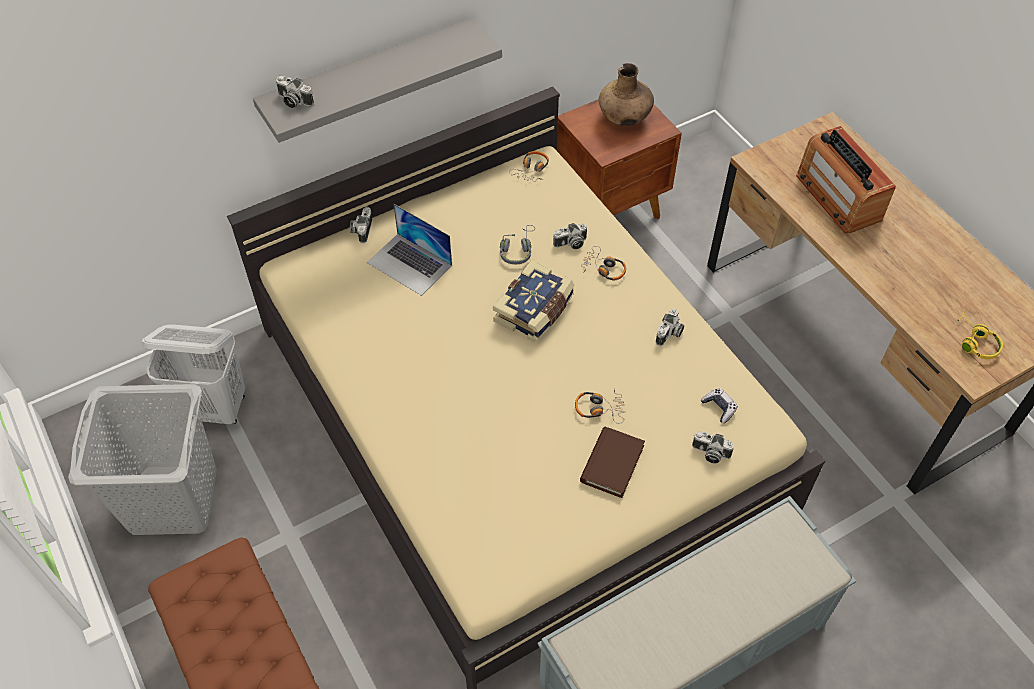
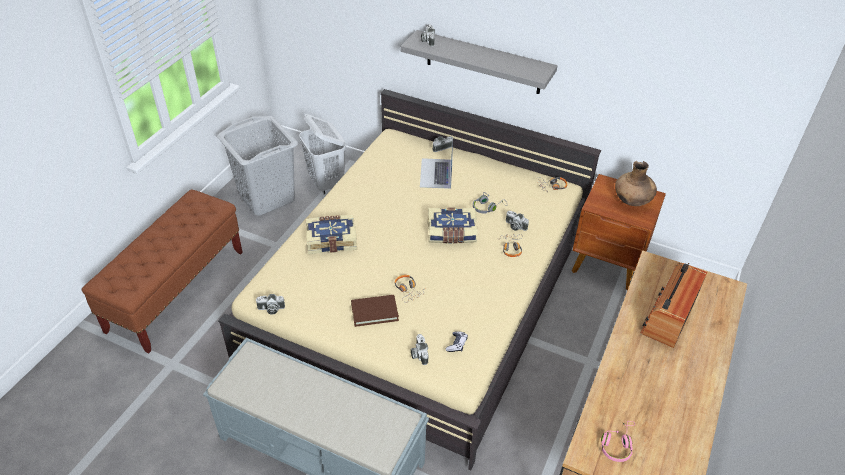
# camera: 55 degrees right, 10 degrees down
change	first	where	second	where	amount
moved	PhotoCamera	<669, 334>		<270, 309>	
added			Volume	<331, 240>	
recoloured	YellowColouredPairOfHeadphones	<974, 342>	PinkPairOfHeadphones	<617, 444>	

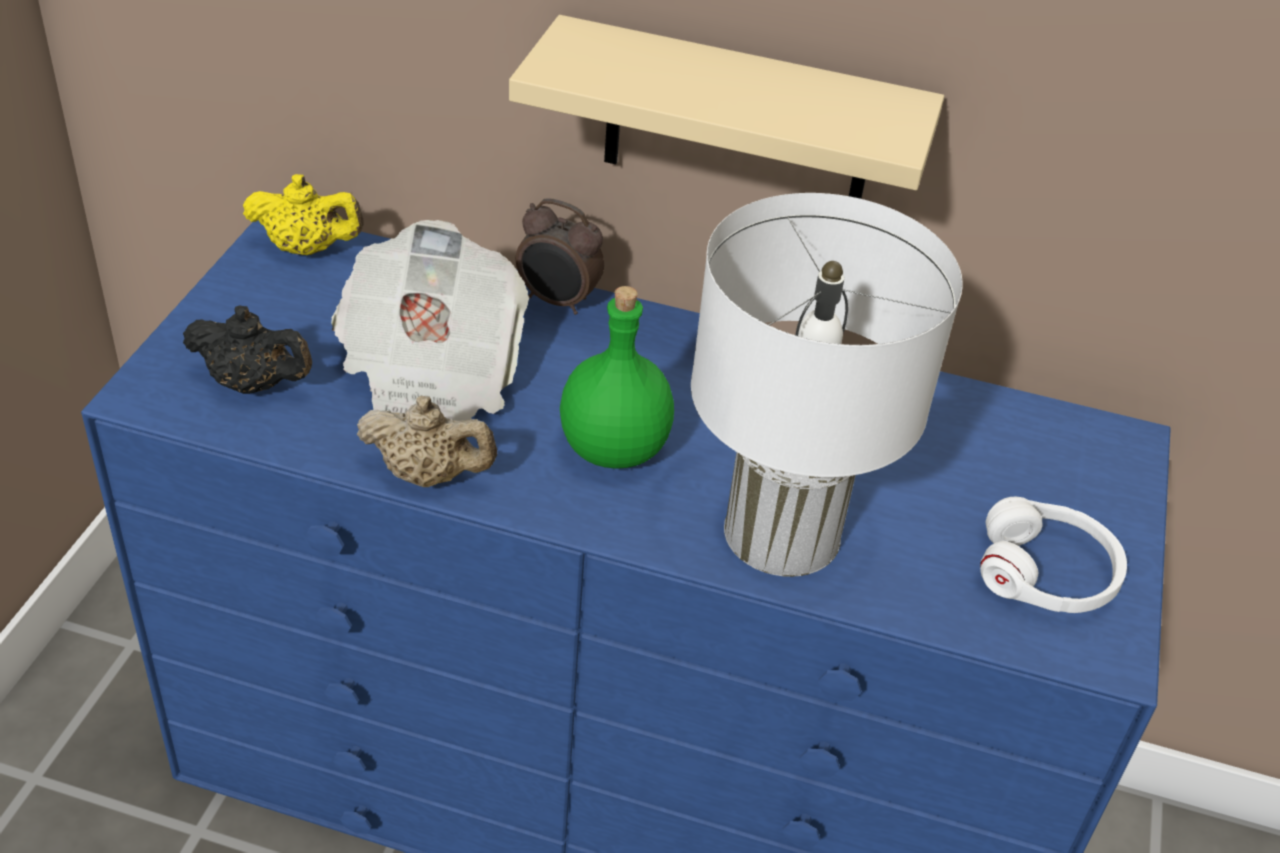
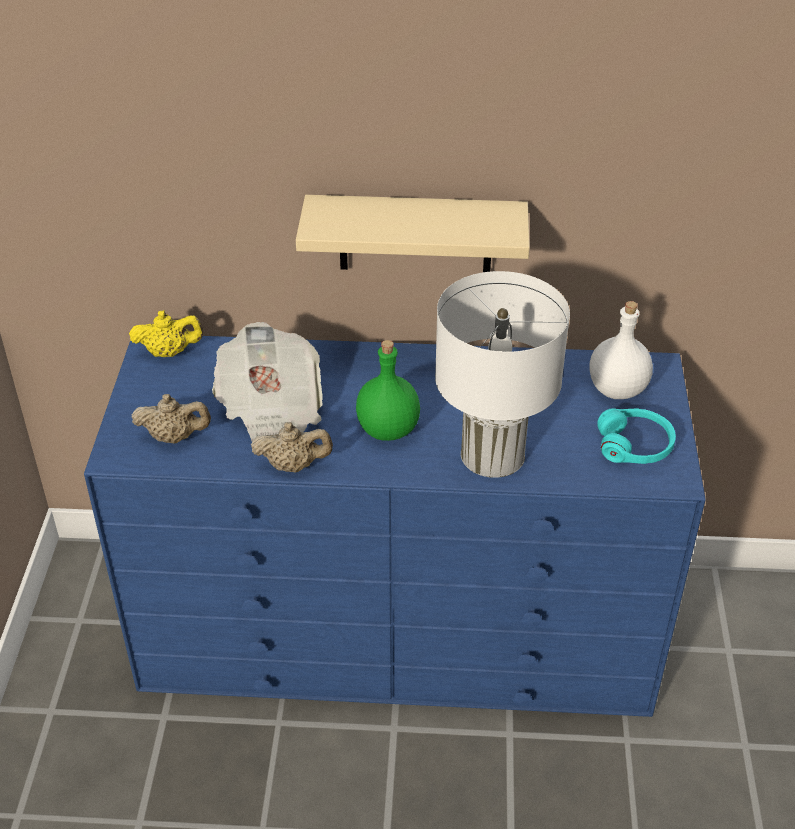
# camera: 10 degrees left, 0 degrees up
change	first	where	second	where	amount
recoloured	BlackPotForTea	<253, 384>	BeigePotForTea	<174, 437>	
added			WhitishDrinkBottle	<618, 389>	
recoloured	WhitishPairOfHeadphones	<1046, 573>	BlueGreenPairOfHeadphones	<634, 445>	
removed	BedsideClock	<557, 302>			

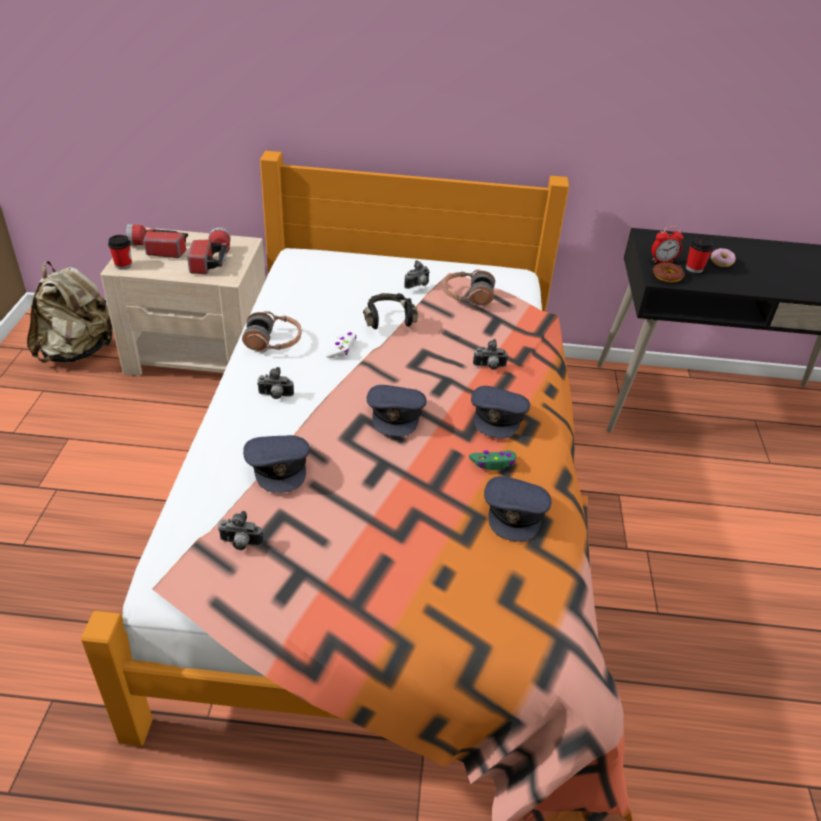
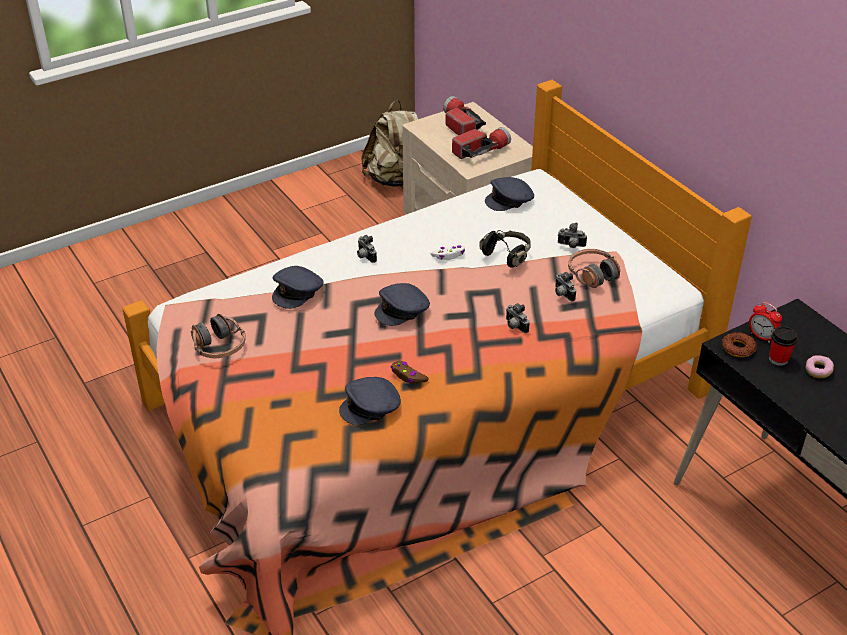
# camera: 55 degrees right, 0 degrees up
change	first	where	second	where	amount
moved	PairOfHeadphones	<273, 342>		<219, 347>	
recoloured	GreenColouredGameController	<493, 463>	BrownishGameController	<408, 376>	
moved	GreyBaseballCap	<498, 415>		<510, 200>	
moved	PhotoCamera	<240, 544>		<562, 294>	
removed	DrinkingCup	<123, 265>			

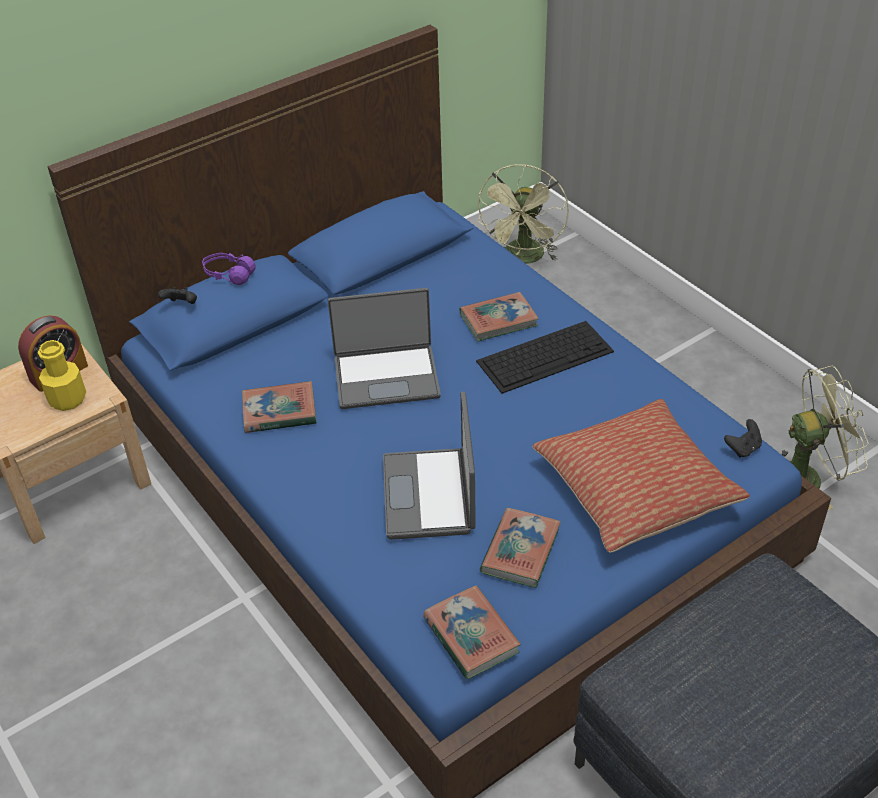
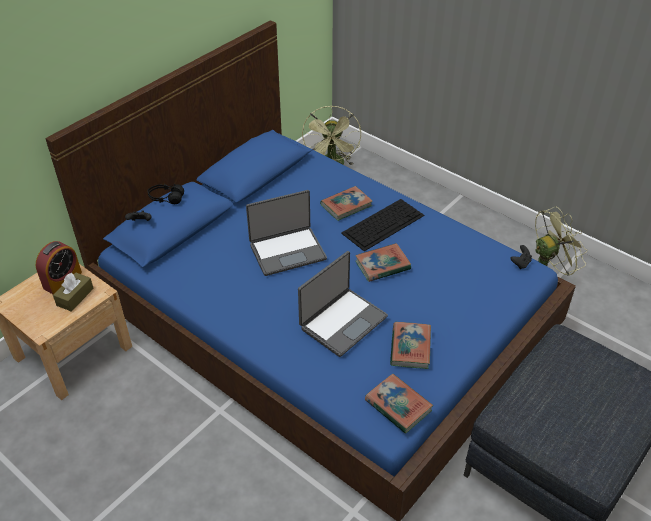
# camera: 15 degrees left, 0 degrees up
change	first	where	second	where	amount
replaced	YellowColouredDrinkBottle	<67, 399>	BrownishTissueHolder	<75, 297>	
recoloured	PurplePairOfHeadphones	<228, 275>	BlackPairOfHeadphones	<166, 198>	
turned	PortableComputer	<430, 495>		<342, 322>	120 degrees counterclockwise
moved	Volume	<279, 412>		<382, 265>	
removed	Pillow	<635, 489>			

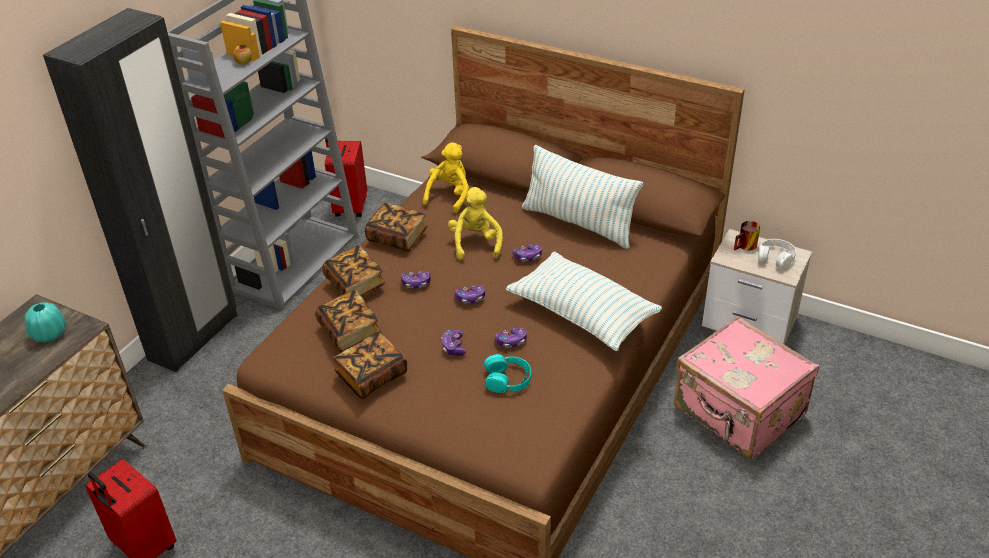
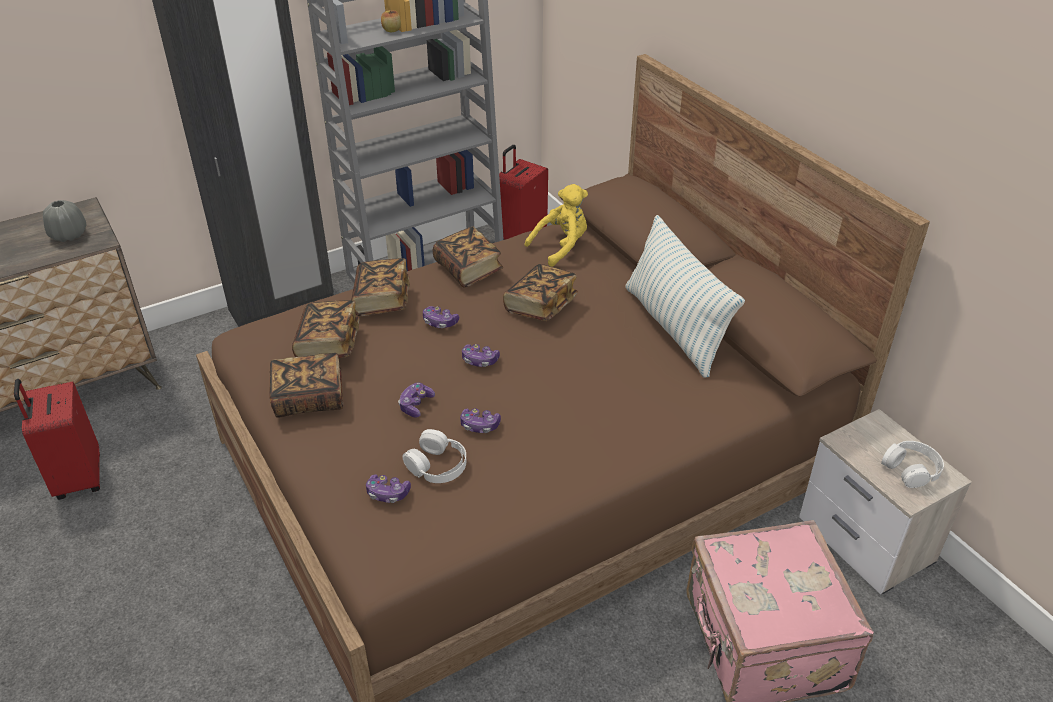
# camera: 30 degrees right, 0 degrees up
change	first	where	second	where	amount
recoloured	BlueGreenFlowerVase	<49, 334>	GreyFlowerVase	<69, 235>	
moved	GameController	<528, 257>		<388, 493>	
recoloured	BlueGreenPairOfHeadphones	<507, 379>	WhitishPairOfHeadphones	<437, 465>	
replaced	YellowColouredCuddlyToy	<476, 243>	Volume	<540, 305>	
removed	Pillow	<582, 314>			
removed	Mug	<746, 247>			

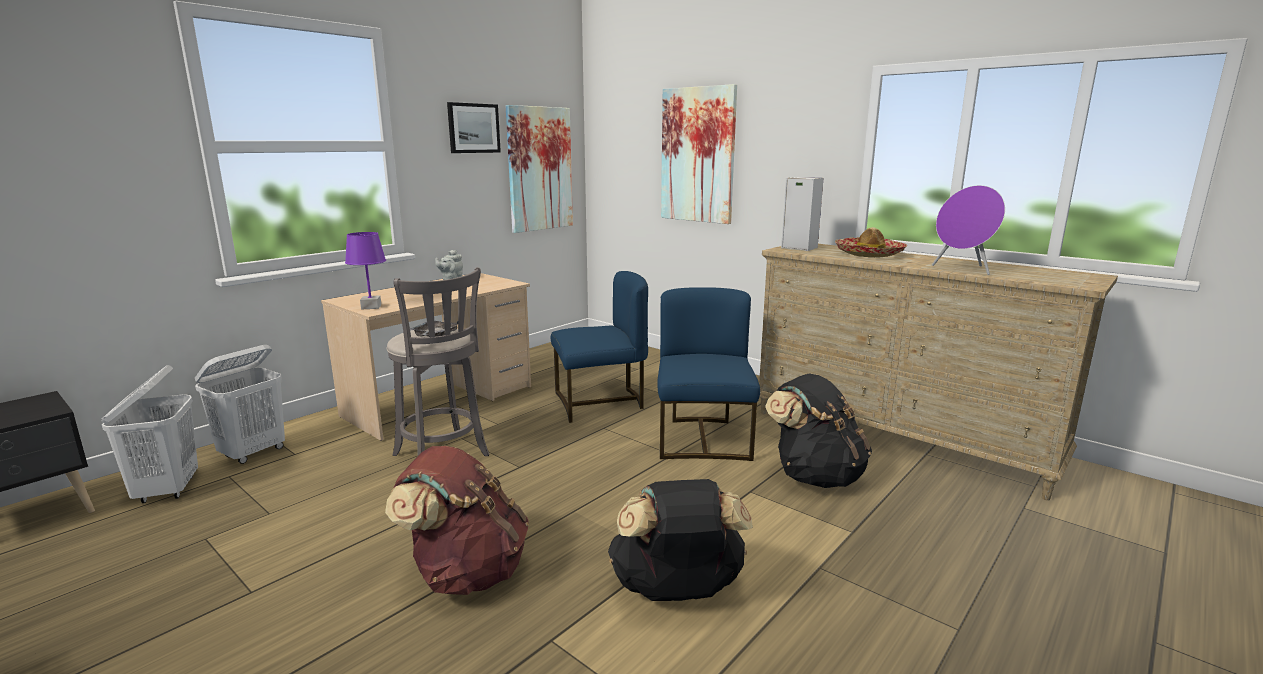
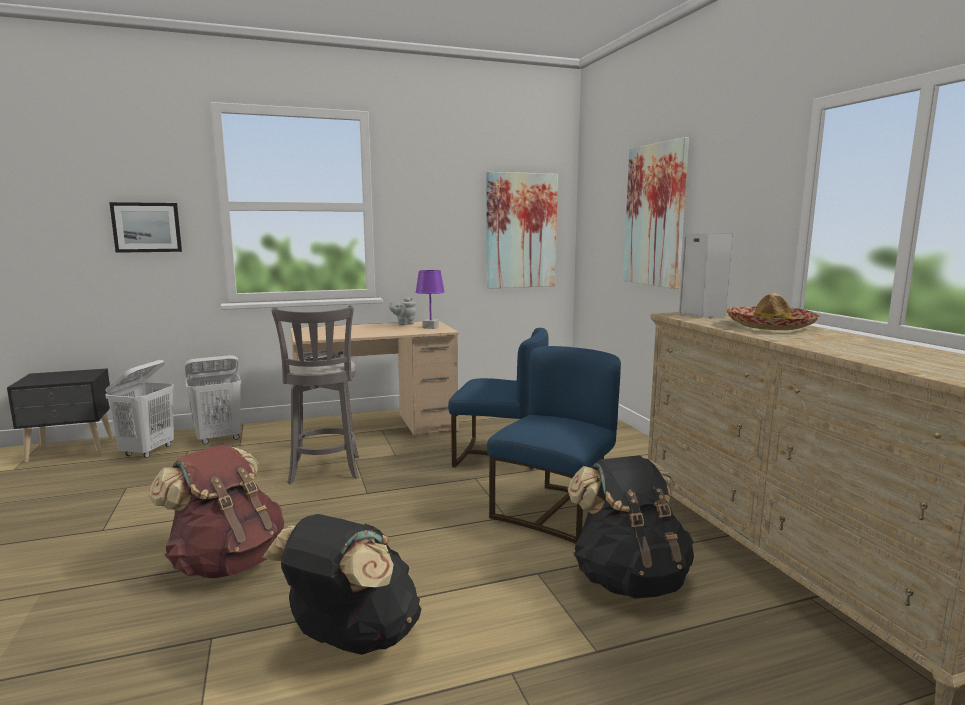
# camera: 30 degrees right, 5 degrees down
change	first	where	second	where	amount
moved	Picture	<473, 128>		<147, 227>	
moved	PurpleTableLamp	<371, 307>		<431, 327>	
removed	PurpleLoudspeaker	<963, 269>			

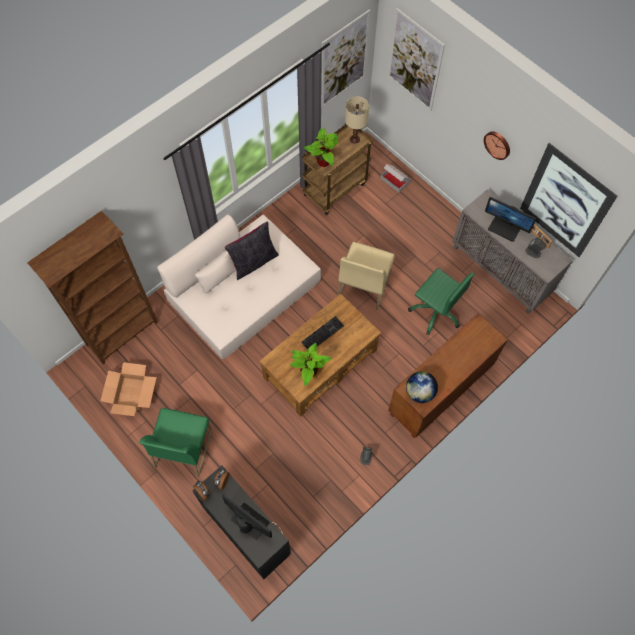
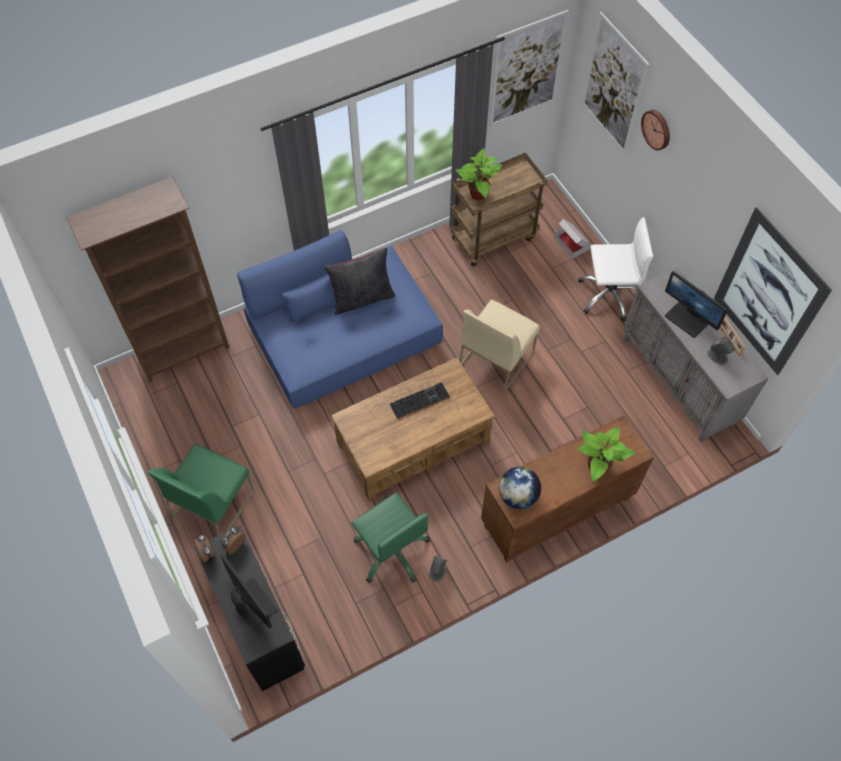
# camera: 15 degrees right, 5 degrees down
change	first	where	second	where	amount
recoloured	BeigeSettee	<244, 292>	BlueSettee	<345, 335>	
moved	GreenColouredDeskChair	<436, 311>		<392, 551>	
moved	PottedPlant	<308, 372>		<597, 467>	
added			WhitishDeskChair	<609, 295>	
moved	WallClock	<497, 144>		<657, 129>	
removed	Carton	<132, 394>			
removed	BeigeTableLamp	<354, 139>			

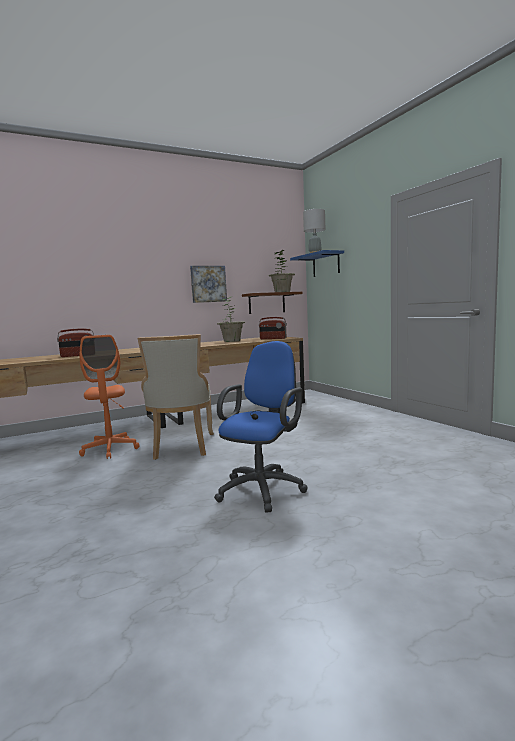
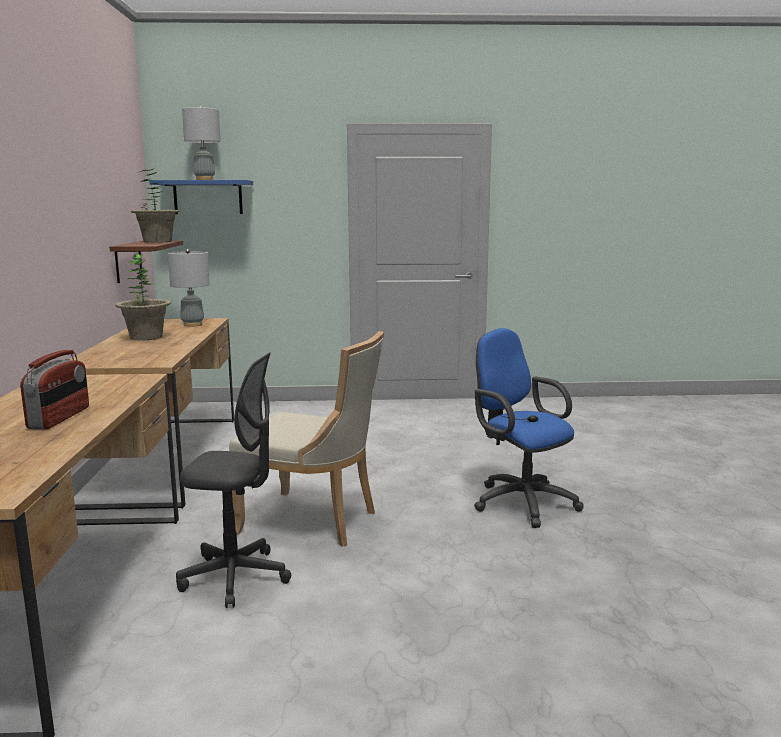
# camera: 65 degrees left, 5 degrees up
change	first	where	second	where	amount
replaced	Radio	<273, 338>	GreyTableLamp	<192, 325>	
recoloured	OrangeColouredDeskChair	<110, 450>	GreyDeskChair	<235, 577>	
removed	Picture	<208, 284>			

